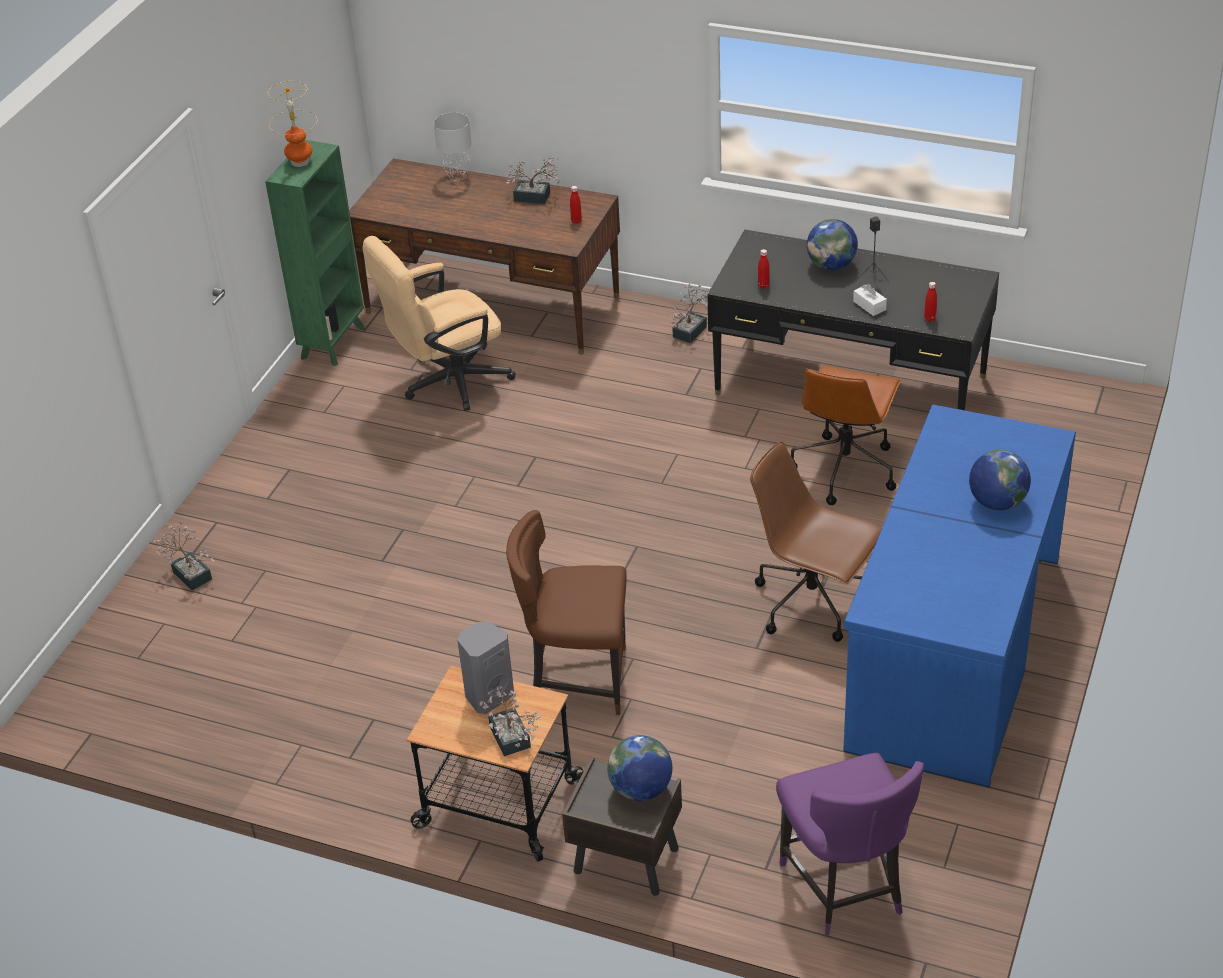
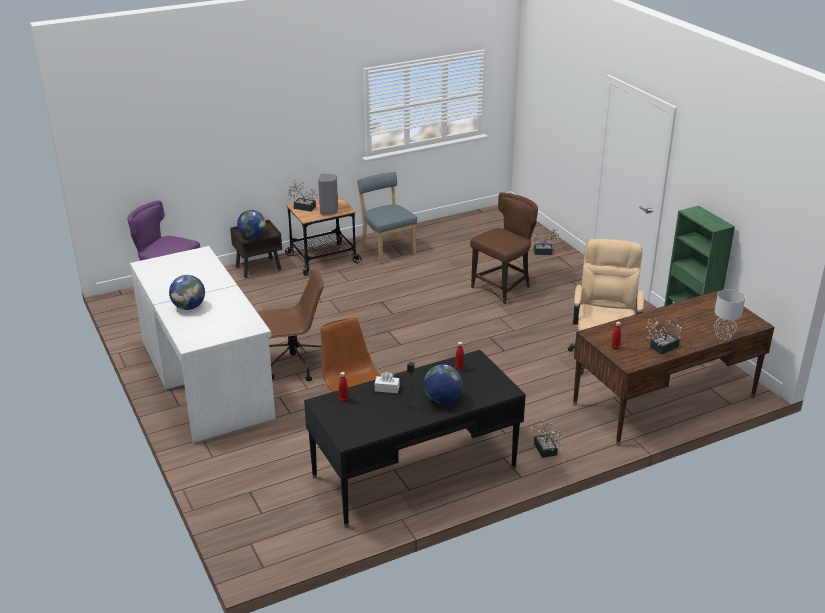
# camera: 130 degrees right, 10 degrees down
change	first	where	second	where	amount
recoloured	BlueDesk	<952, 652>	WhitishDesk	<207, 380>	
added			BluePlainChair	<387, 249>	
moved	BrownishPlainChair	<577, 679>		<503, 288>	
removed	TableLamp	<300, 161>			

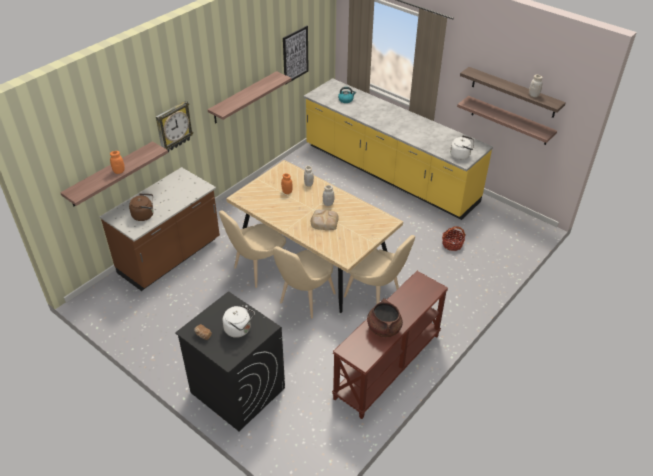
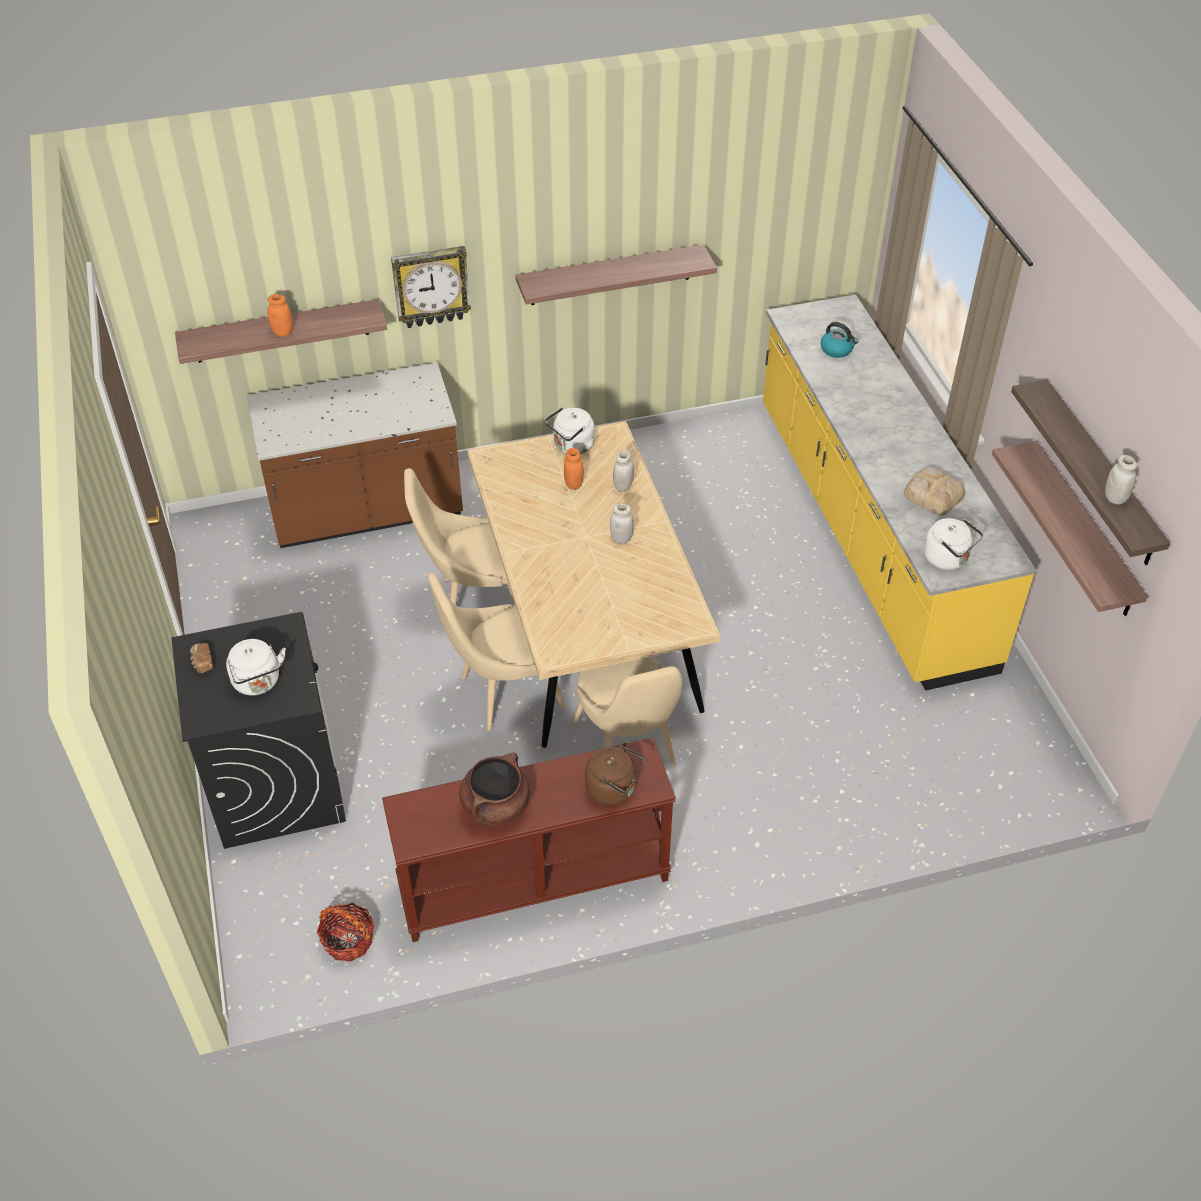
# camera: 35 degrees right, 5 degrees up
change	first	where	second	where	amount
moved	Basket	<452, 244>		<348, 940>	
added			WhitishKettle	<572, 446>	
moved	BrownishKettle	<144, 215>		<614, 789>	
moved	BakedBread	<324, 221>		<933, 494>	
removed	Picture	<295, 55>			

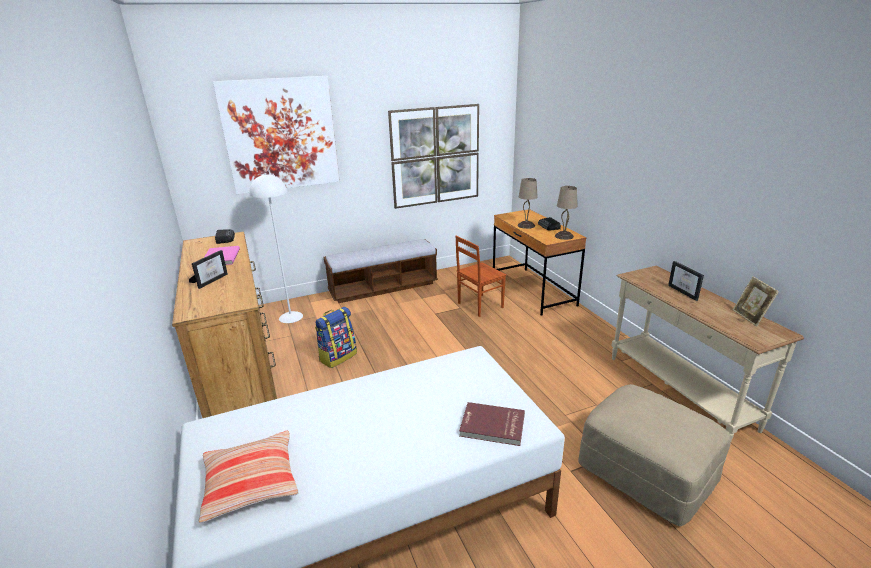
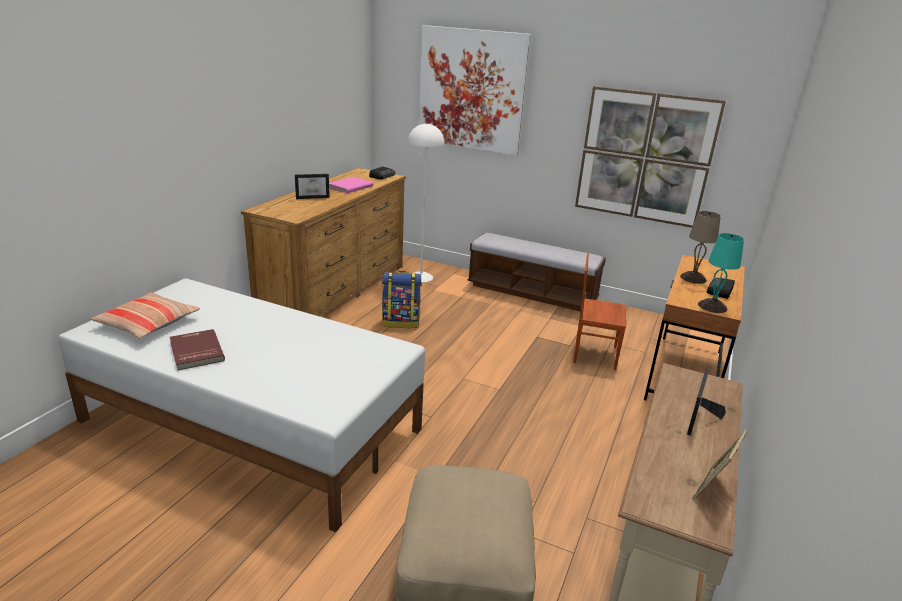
# camera: 45 degrees right, 0 degrees up
change	first	where	second	where	amount
moved	RedVolume	<492, 426>		<195, 352>	
recoloured	BeigeTableLamp	<563, 236>	BlueGreenTableLamp	<711, 306>	

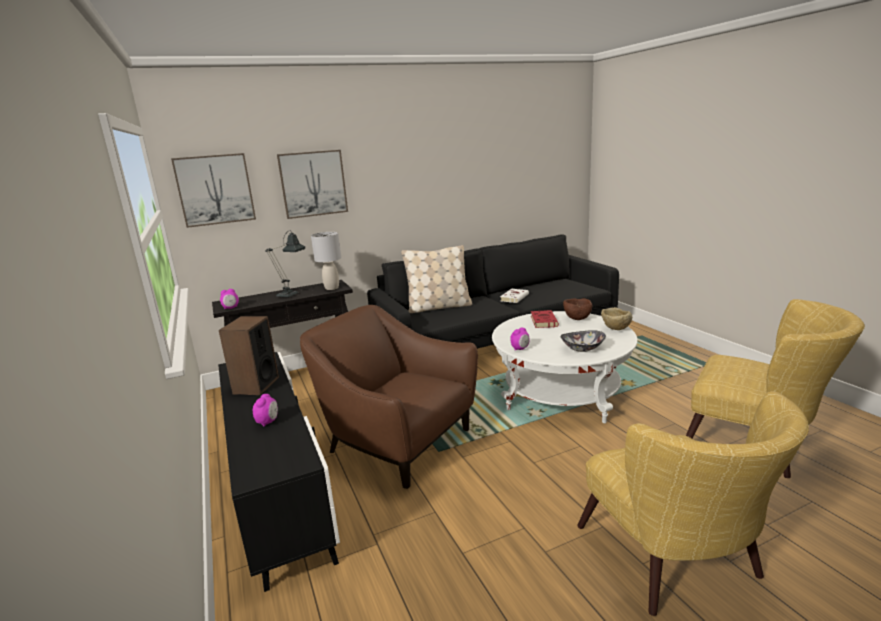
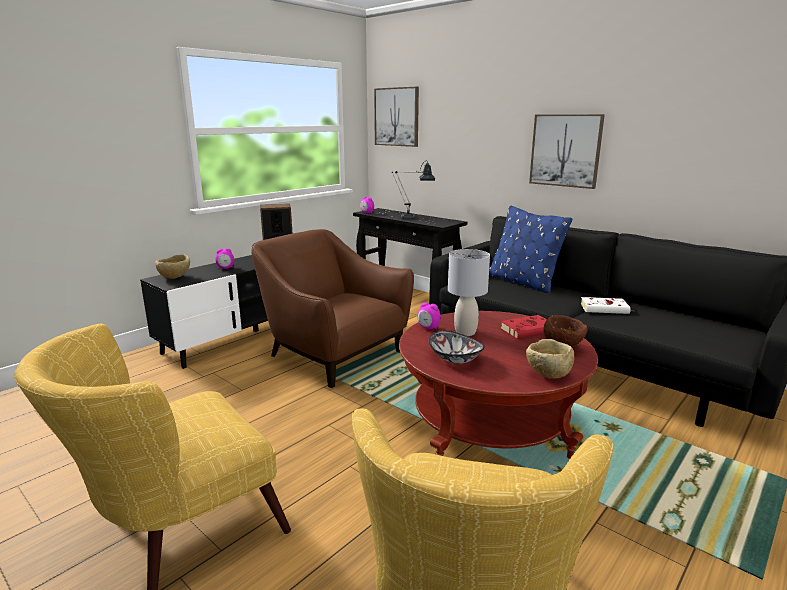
# camera: 65 degrees right, 0 degrees up
change	first	where	second	where	amount
added			BeigeBowl	<175, 278>	
turned	BrownishLoungeChair	<397, 442>		<333, 354>	60 degrees counterclockwise
recoloured	WhitishLowTable	<561, 393>	RedLowTable	<490, 423>	
moved	GreyTableLamp	<332, 288>		<465, 332>	
recoloured	BeigePillow	<439, 307>	BluePillow	<523, 282>	
moved	Picture	<313, 184>		<565, 150>	

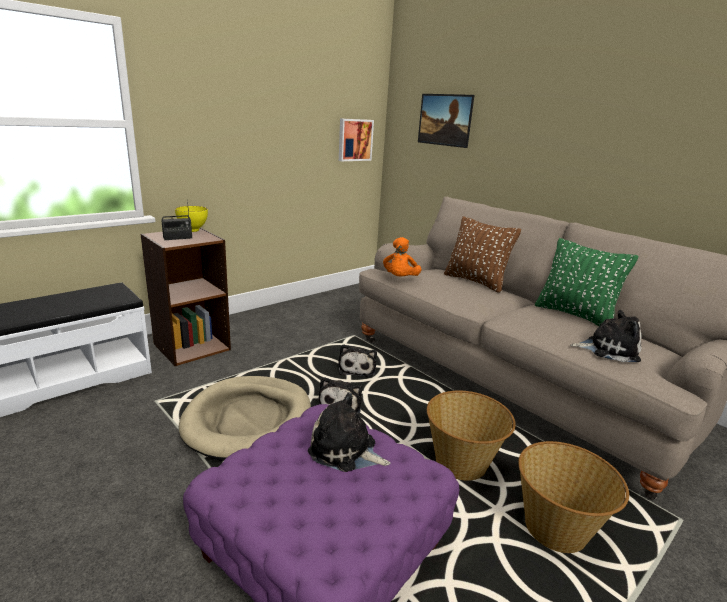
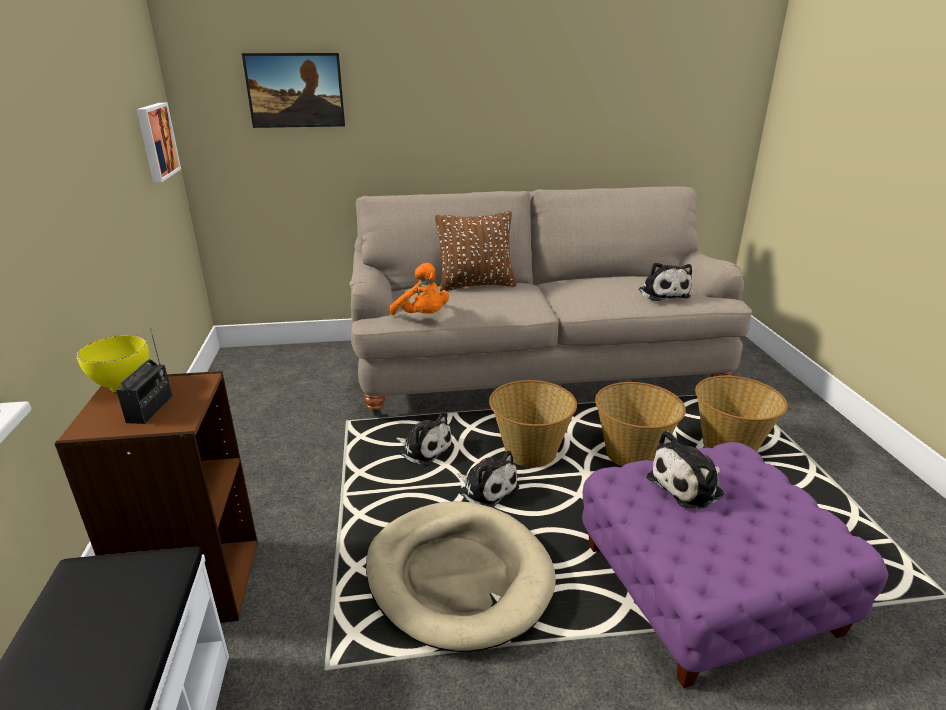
# camera: 55 degrees left, 5 degrees up
change	first	where	second	where	amount
added			Basket	<530, 452>	
turned	CuddlyToy	<608, 349>		<662, 293>	120 degrees clockwise
removed	GreenColouredPillow	<575, 315>			

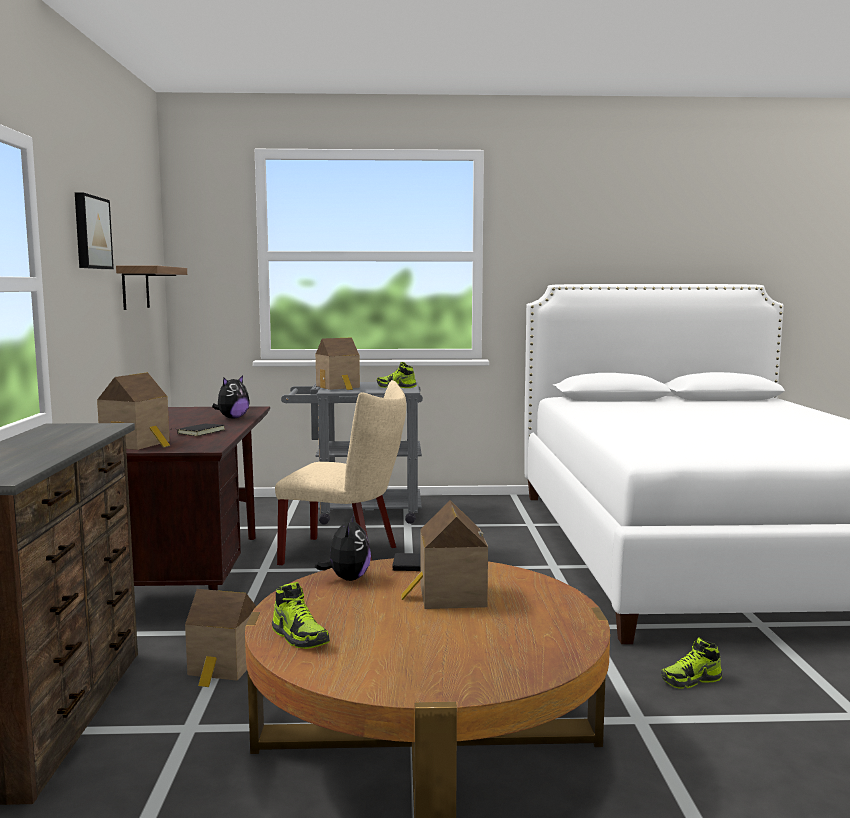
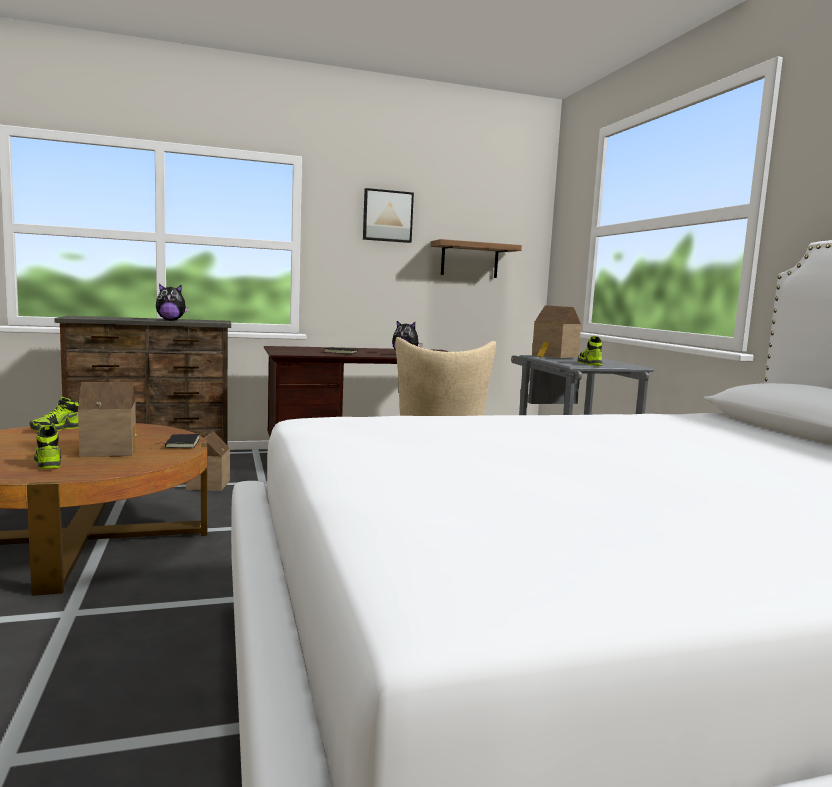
# camera: 75 degrees right, 0 degrees up
change	first	where	second	where	amount
moved	ItemOfFootwear	<691, 680>		<47, 462>	
moved	CuddlyToy	<347, 578>		<171, 320>	
removed	ModelHouse	<138, 444>			

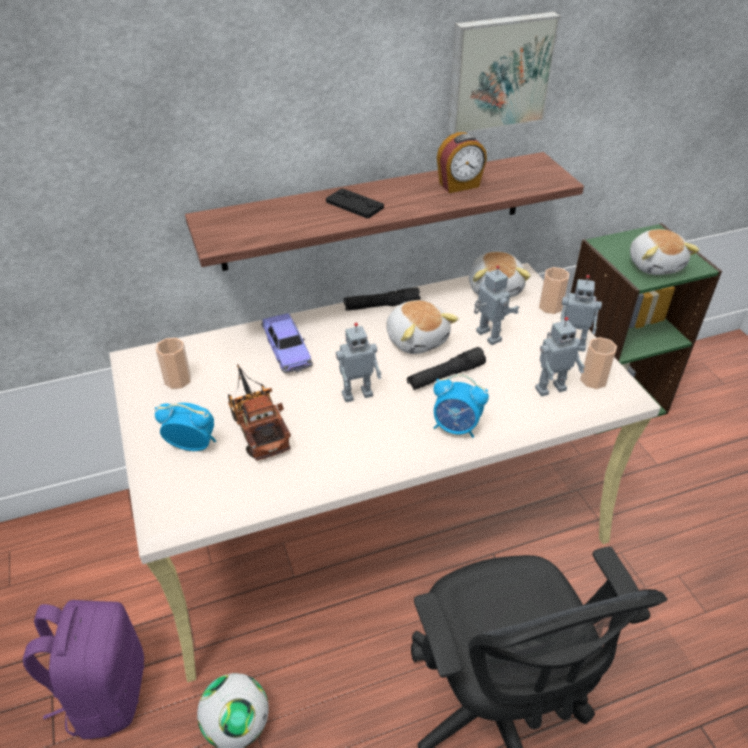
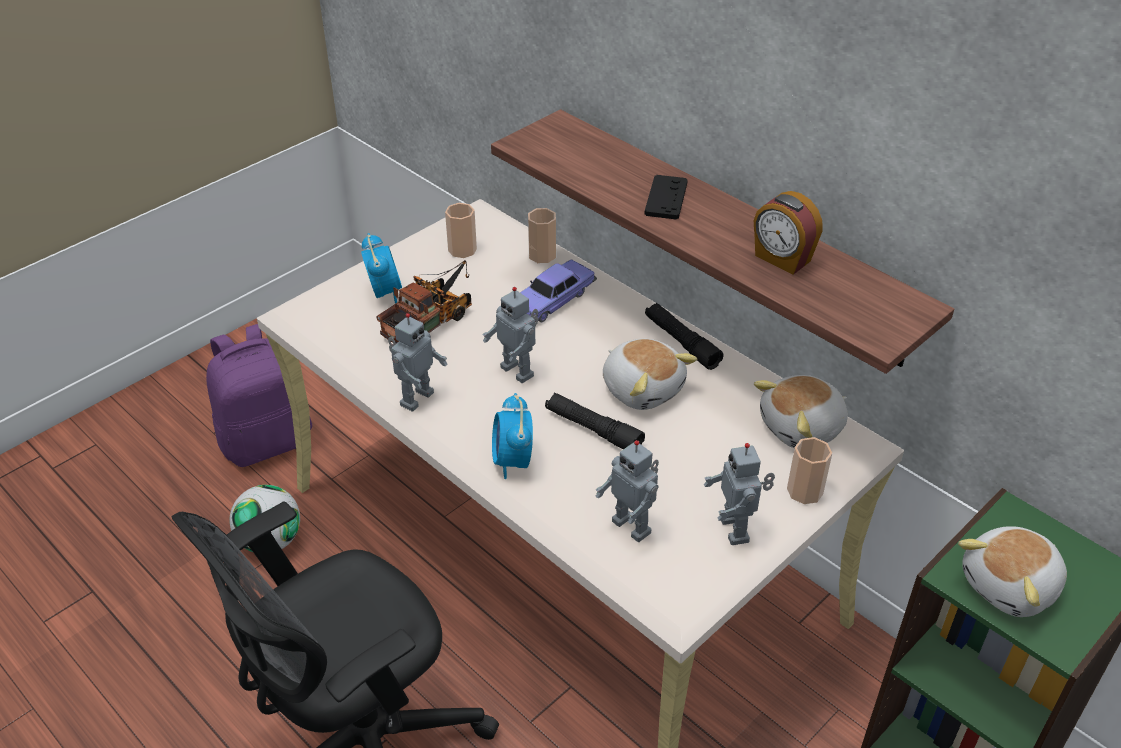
# camera: 65 degrees right, 0 degrees up
change	first	where	second	where	amount
moved	RobotFigure	<487, 336>		<415, 398>	
moved	DrinkingCup	<593, 380>		<542, 255>	
turned	CuddlyToy	<417, 339>		<643, 388>	75 degrees counterclockwise
removed	Picture	<499, 72>			

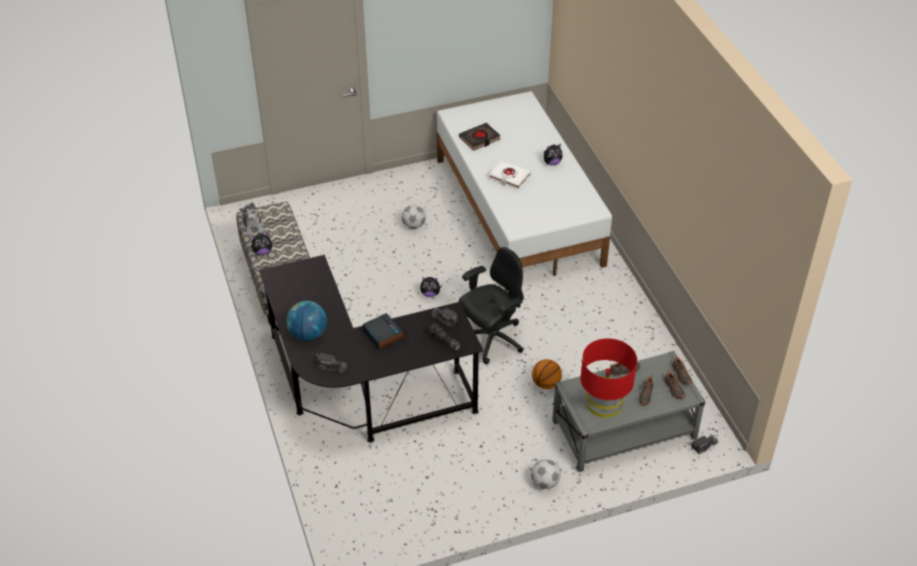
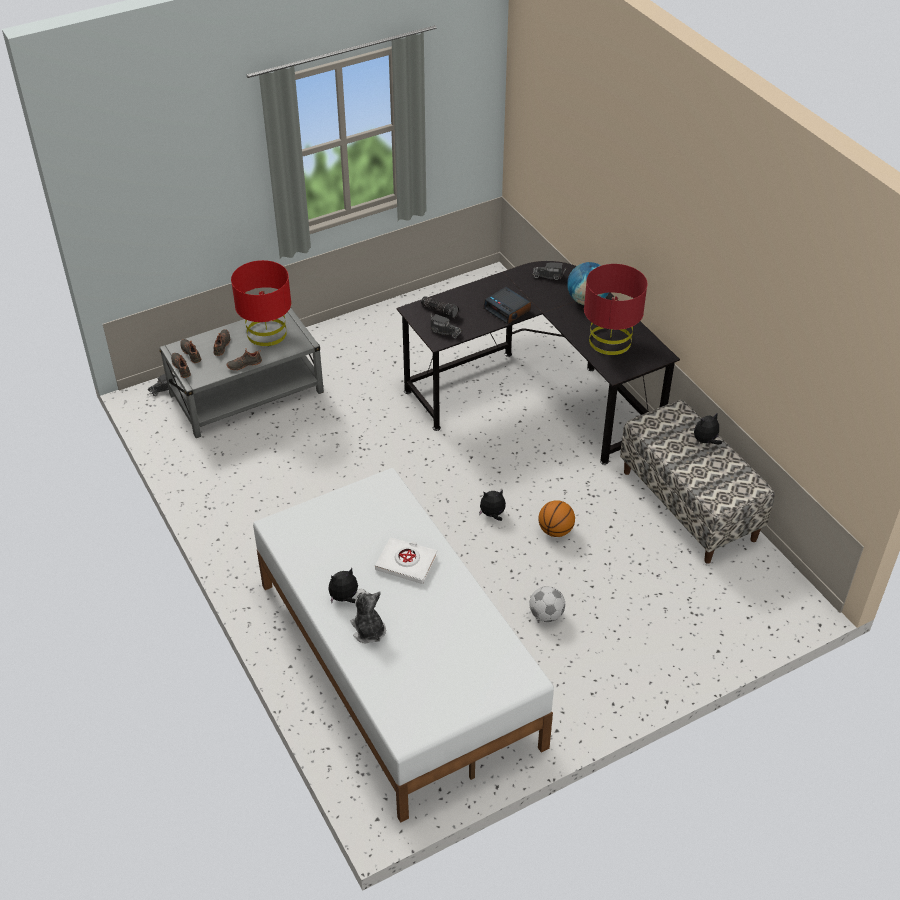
# camera: 170 degrees right, 0 degrees up
change	first	where	second	where	amount
moved	CuddlyToy	<253, 226>		<368, 630>	
moved	Basketball	<546, 384>		<555, 531>	
added			RedTableLamp	<610, 341>	
removed	BlackVolume	<479, 139>			
removed	BlackDeskChair	<491, 340>			
removed	BallForFootball	<545, 483>			

